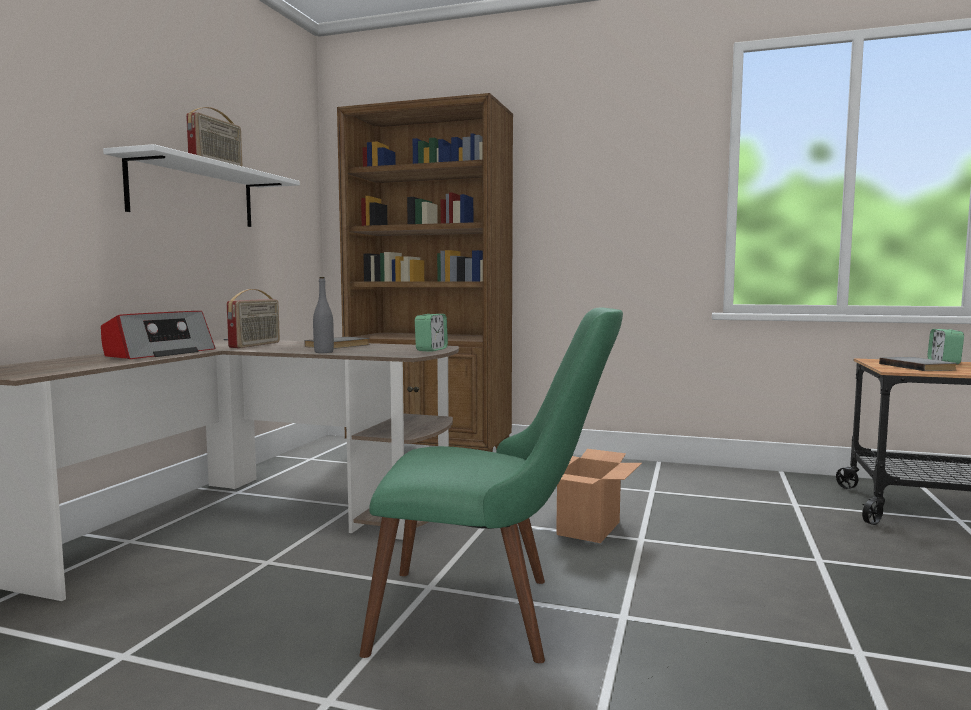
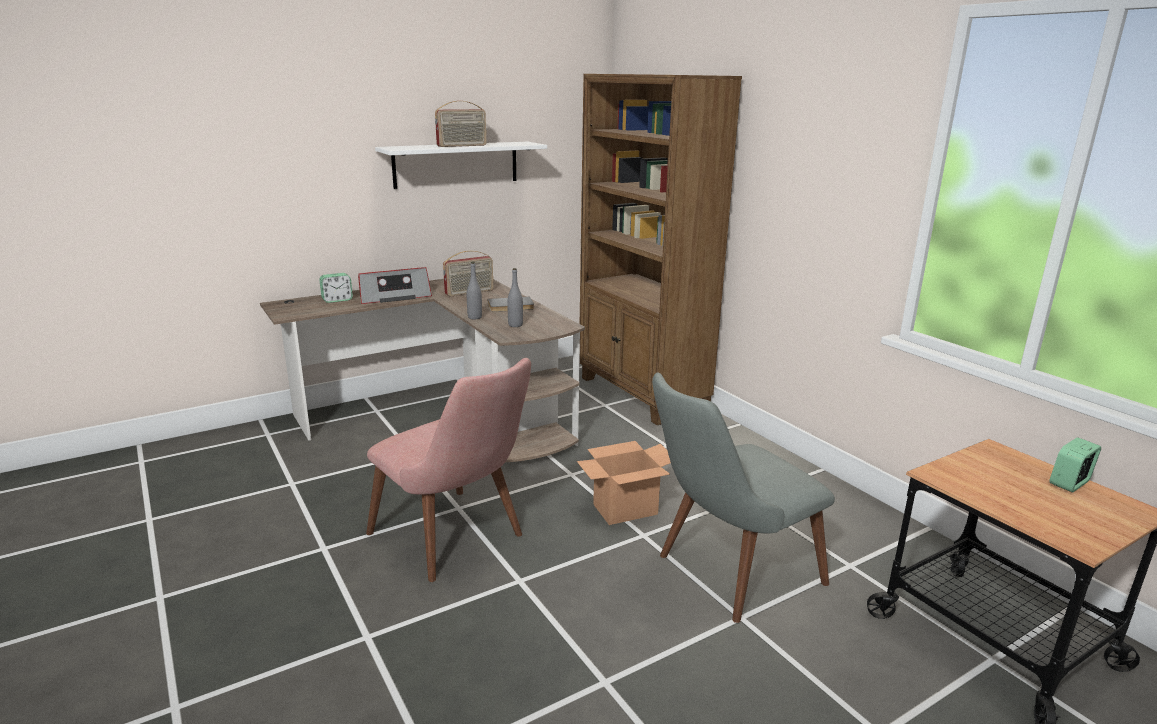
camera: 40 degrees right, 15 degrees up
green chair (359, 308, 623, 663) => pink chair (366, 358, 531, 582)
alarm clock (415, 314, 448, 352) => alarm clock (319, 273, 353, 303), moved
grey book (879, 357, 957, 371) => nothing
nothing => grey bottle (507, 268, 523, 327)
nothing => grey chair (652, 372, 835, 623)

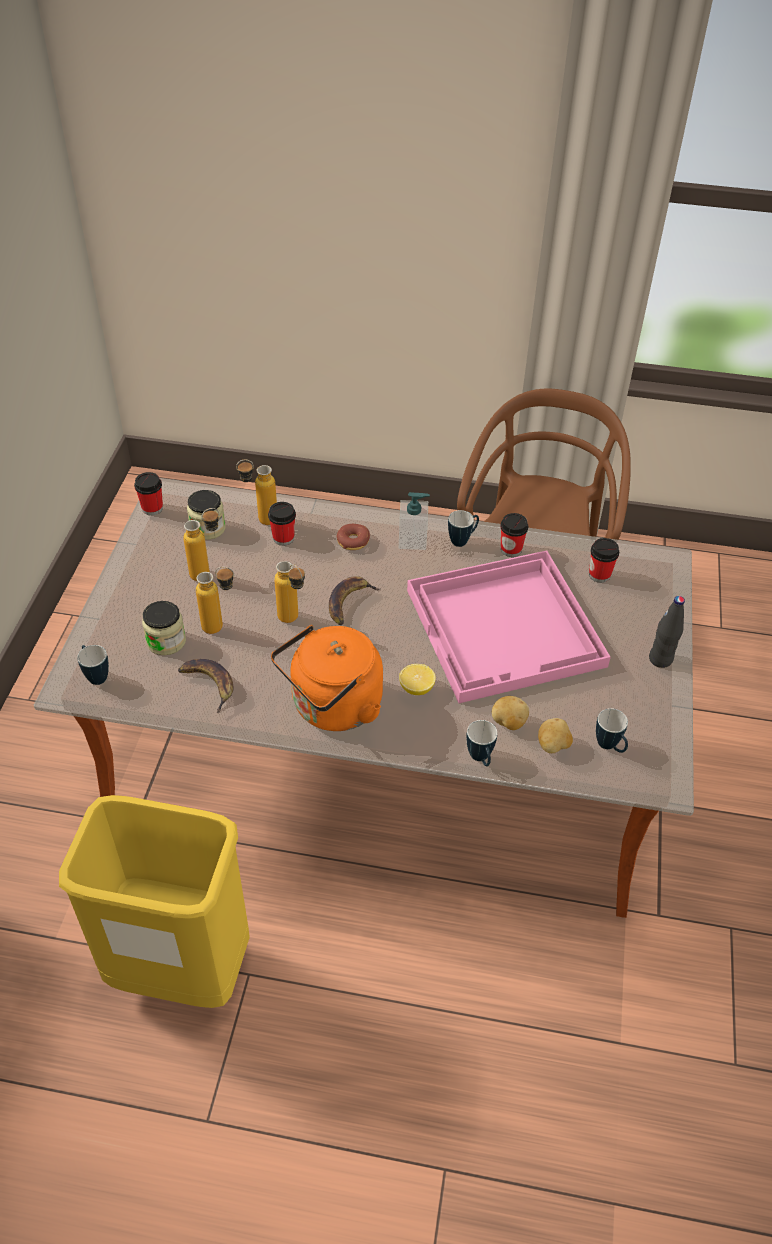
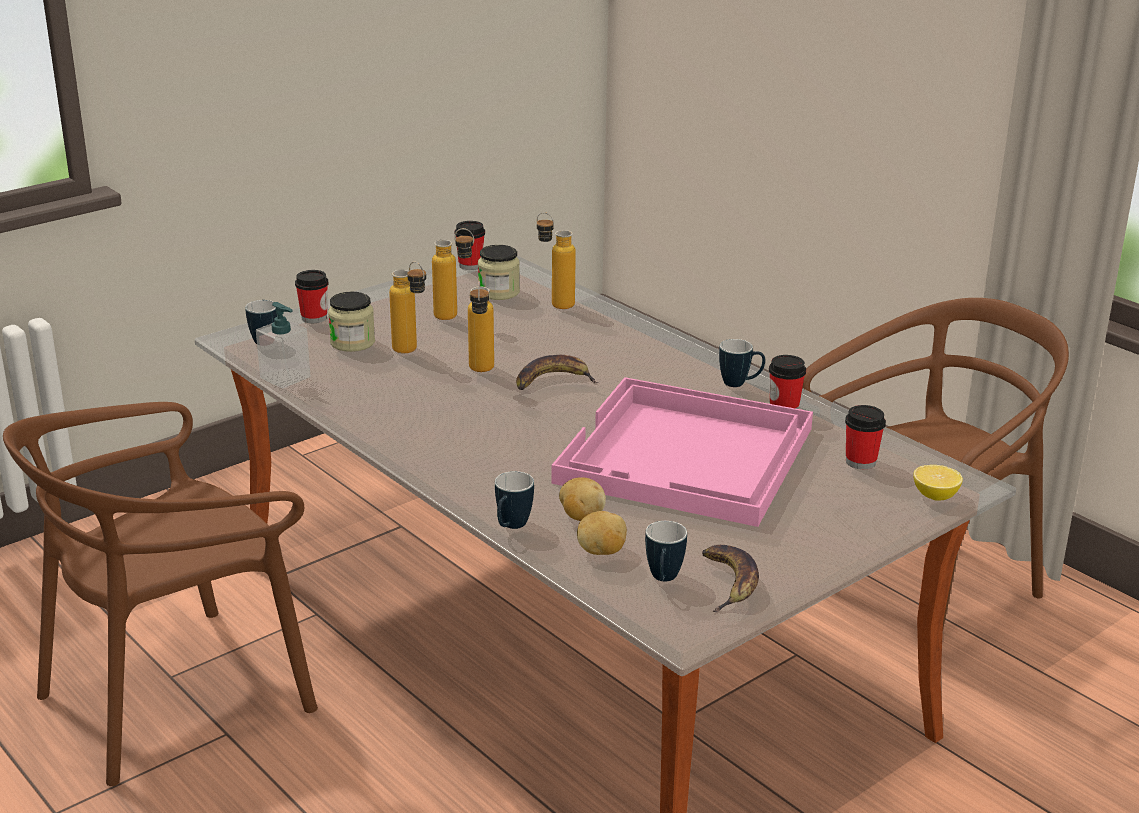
camera: 40 degrees right, 20 degrees down
soap dispenser (399, 492, 430, 550) => soap dispenser (256, 302, 310, 389), moved
cup (268, 502, 296, 546) => cup (295, 270, 329, 323), moved
donut (336, 524, 370, 550) => nothing
black bottle (649, 596, 685, 668) => nothing
orange kettle (271, 625, 383, 731) => nothing
banana (178, 659, 233, 713) => banana (702, 545, 759, 612), moved
lemon (399, 664, 436, 695) => lemon (913, 465, 963, 501), moved
yellow trash can (59, 795, 250, 1008) => brown chair (3, 402, 318, 786)

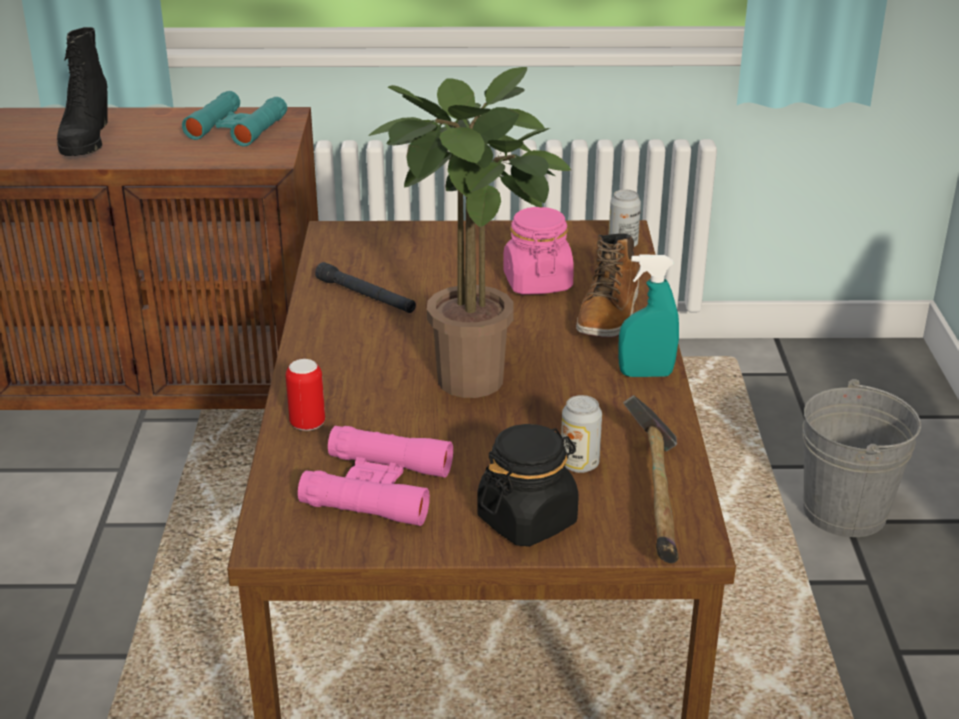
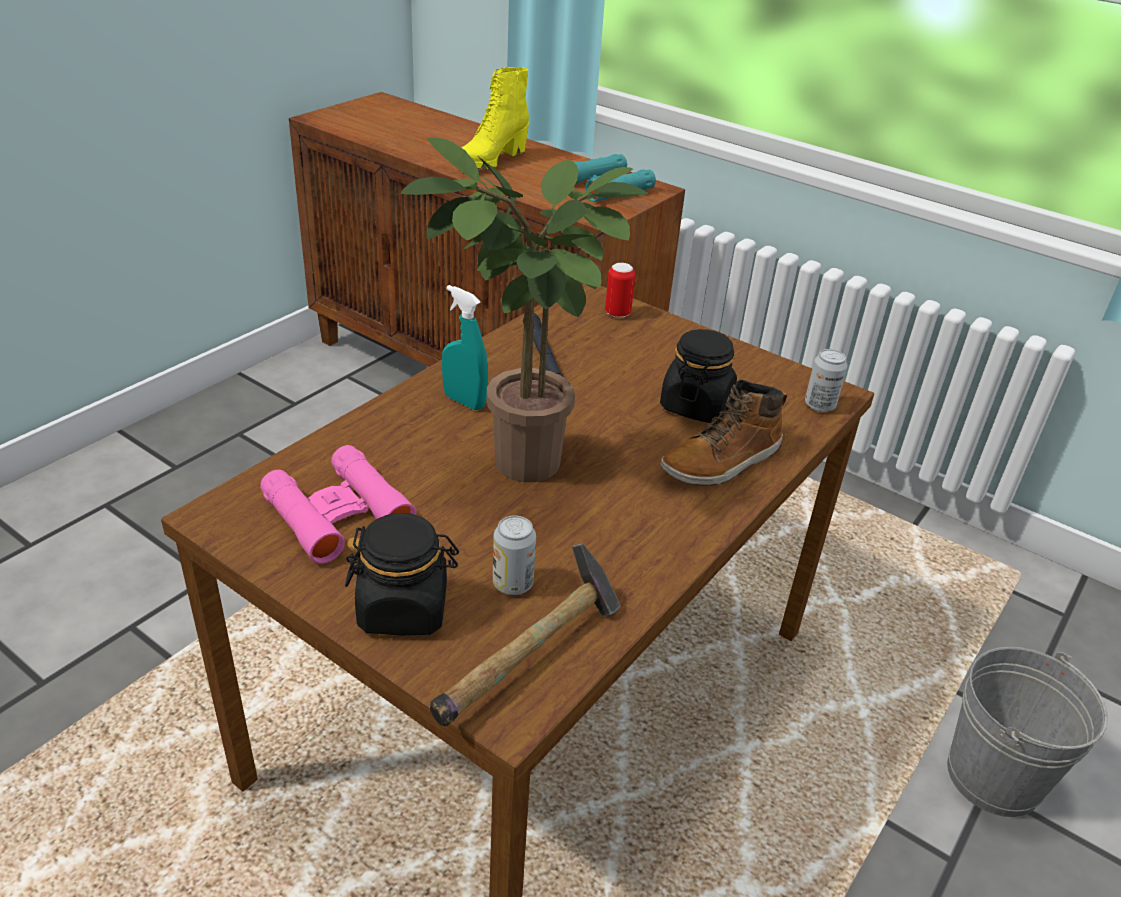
camera: 35 degrees right, 5 degrees up
black boot (57, 27, 108, 156) => yellow boot (462, 67, 529, 170)
pink jar (503, 207, 574, 295) => black jar (660, 329, 737, 423)
turquoise spray bottle (619, 254, 679, 377) => turquoise spray bottle (442, 285, 488, 410), moved
can (286, 359, 325, 431) => can (605, 263, 635, 318), moved

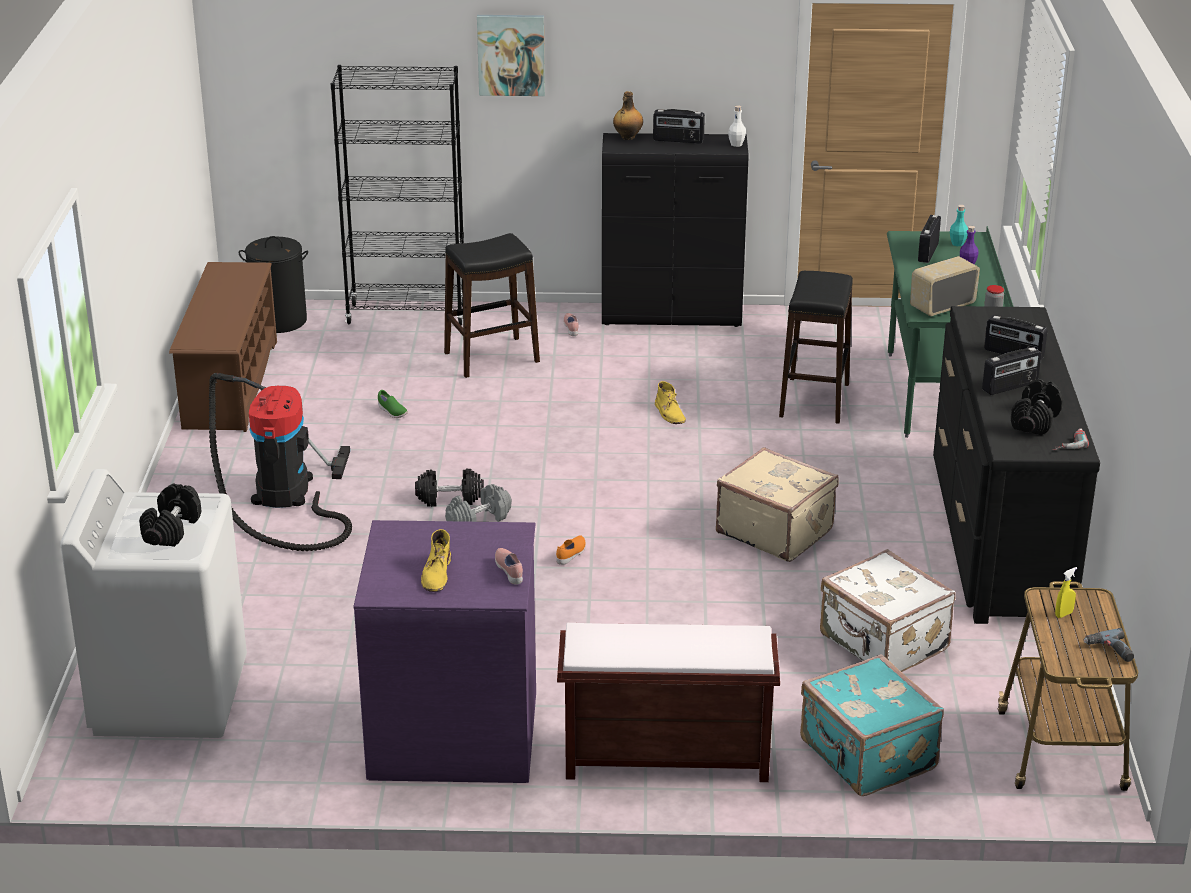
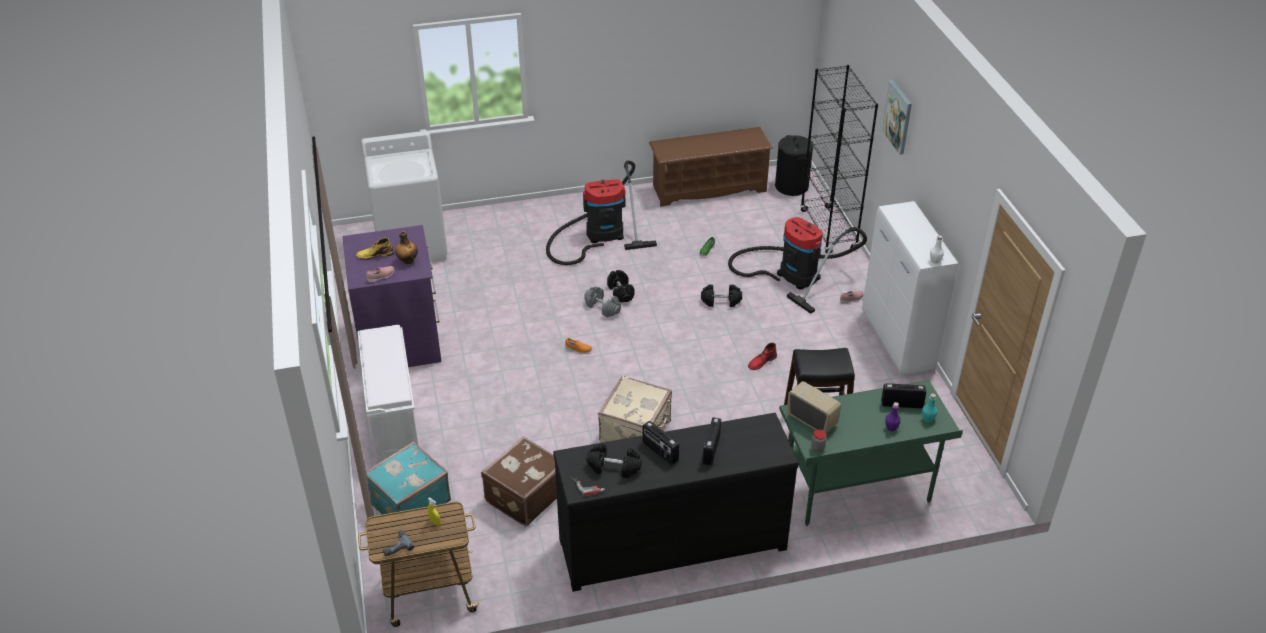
camera: 75 degrees right, 10 degrees up
bottle (613, 91, 643, 140) => bottle (395, 231, 418, 264), moved
radio (653, 109, 705, 143) => nothing
black cabinet (602, 133, 749, 327) => white cabinet (862, 201, 958, 375)
black stool (444, 233, 540, 378) => vacuum cleaner (728, 217, 867, 314)
yellow boot (655, 381, 686, 424) => red boot (748, 343, 777, 370)
black dumbbell (139, 484, 202, 547) => black dumbbell (701, 284, 742, 307), moved
white suitcase (820, 549, 956, 672) => brown suitcase (481, 436, 557, 526)
brown bench (557, 623, 780, 782) => white bench (357, 325, 419, 463)

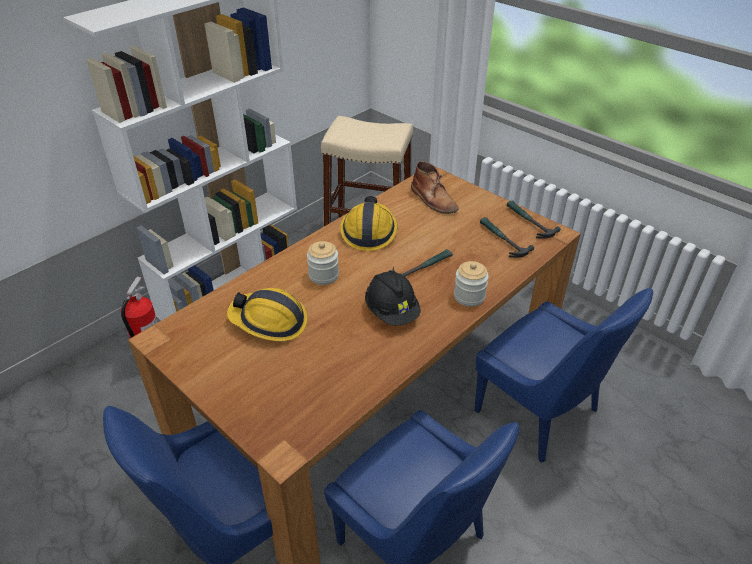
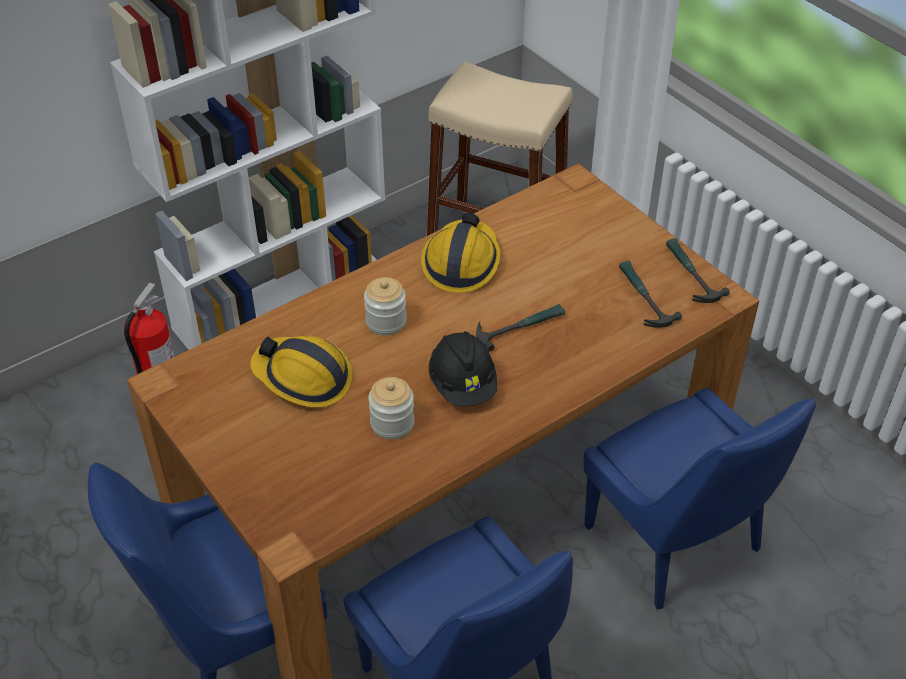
camera: 10 degrees right, 5 degrees up
brown boot (411, 161, 459, 214) => nothing
jar (454, 261, 489, 307) => jar (368, 377, 414, 440), moved

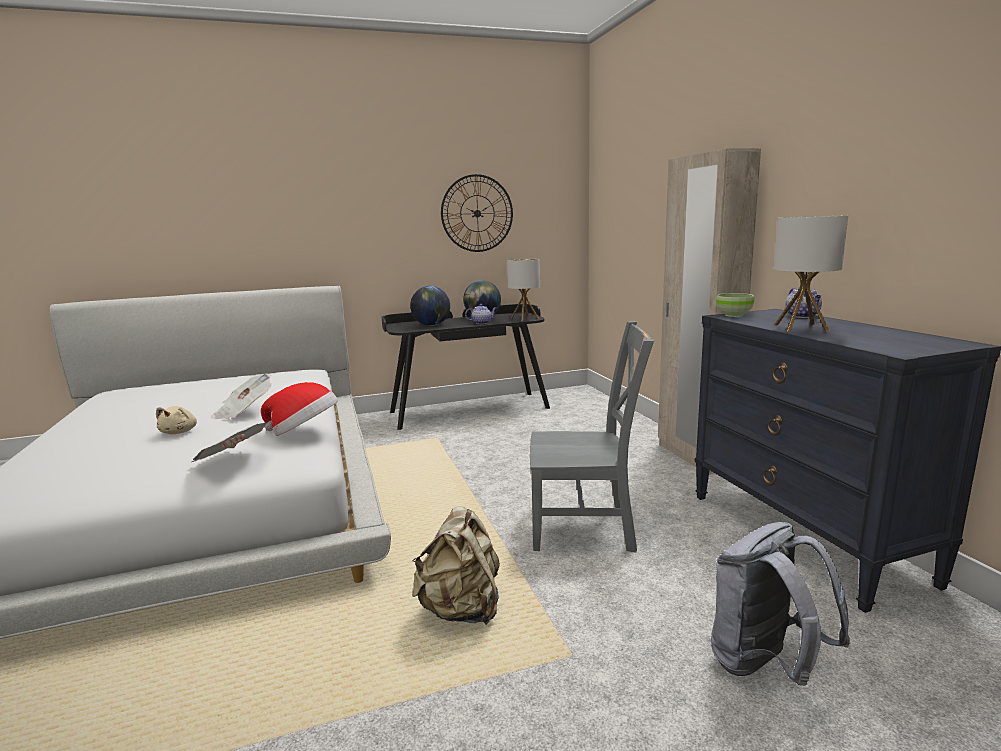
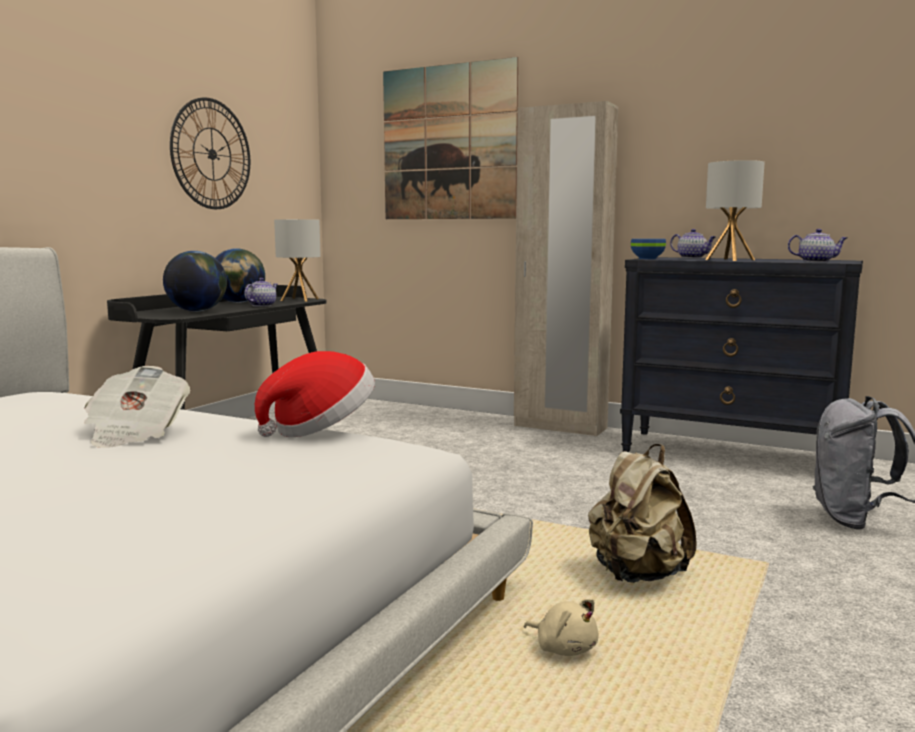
camera: 45 degrees left, 5 degrees down
green bowl (716, 293, 754, 317) => blue bowl (631, 239, 666, 259)
grey chair (530, 321, 654, 552) => nothing
beige plush toy (156, 406, 197, 434) => beige plush toy (524, 599, 599, 656), moved
newspaper (192, 422, 267, 462) => nothing
nothing => picture (383, 57, 518, 219)
nothing => teapot (788, 229, 847, 262)

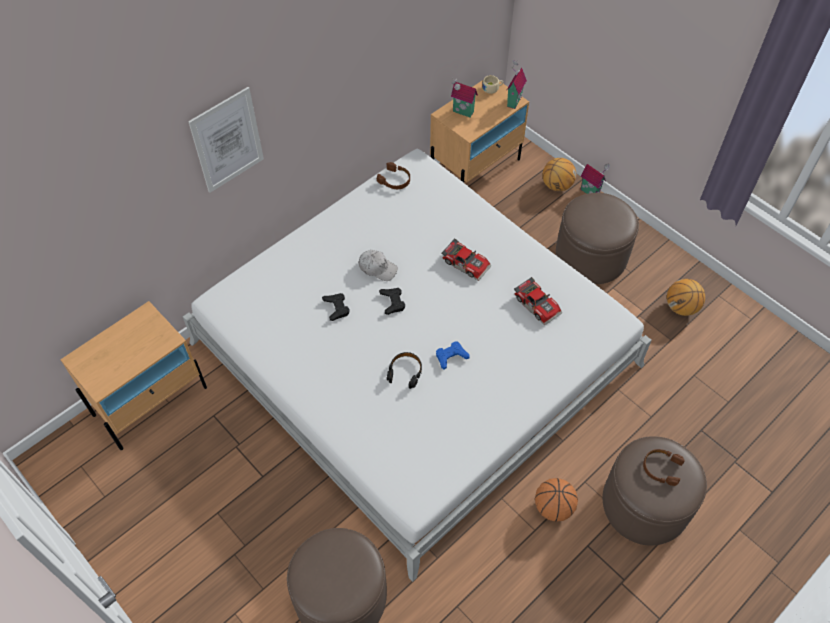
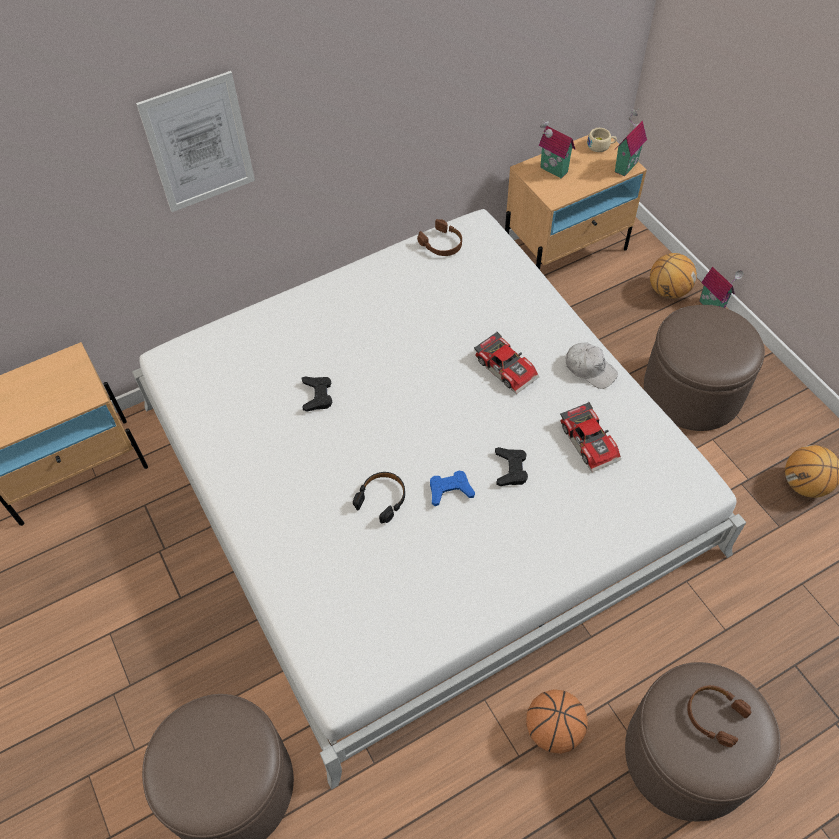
camera: 15 degrees right, 0 degrees up
white cap (359, 250, 398, 281) => white cap (566, 343, 618, 389), moved
black game controller (379, 288, 405, 315) => black game controller (495, 447, 528, 486), moved

